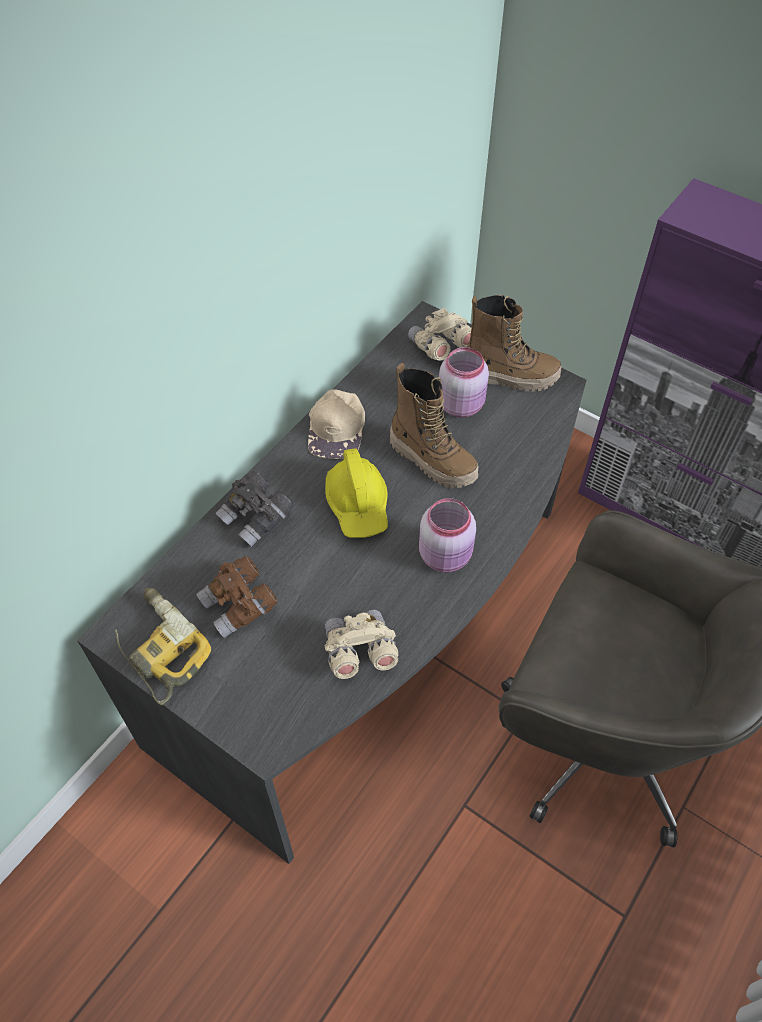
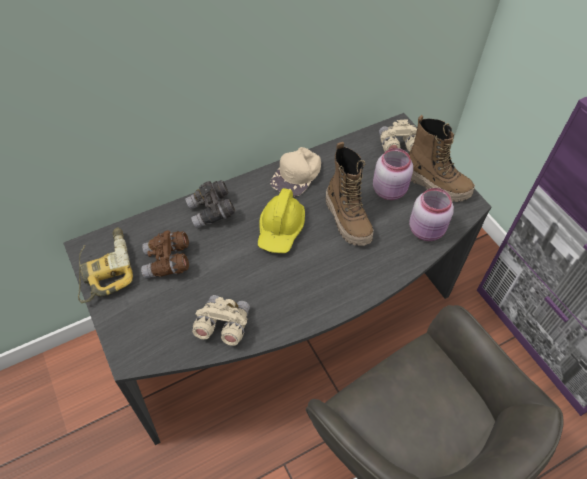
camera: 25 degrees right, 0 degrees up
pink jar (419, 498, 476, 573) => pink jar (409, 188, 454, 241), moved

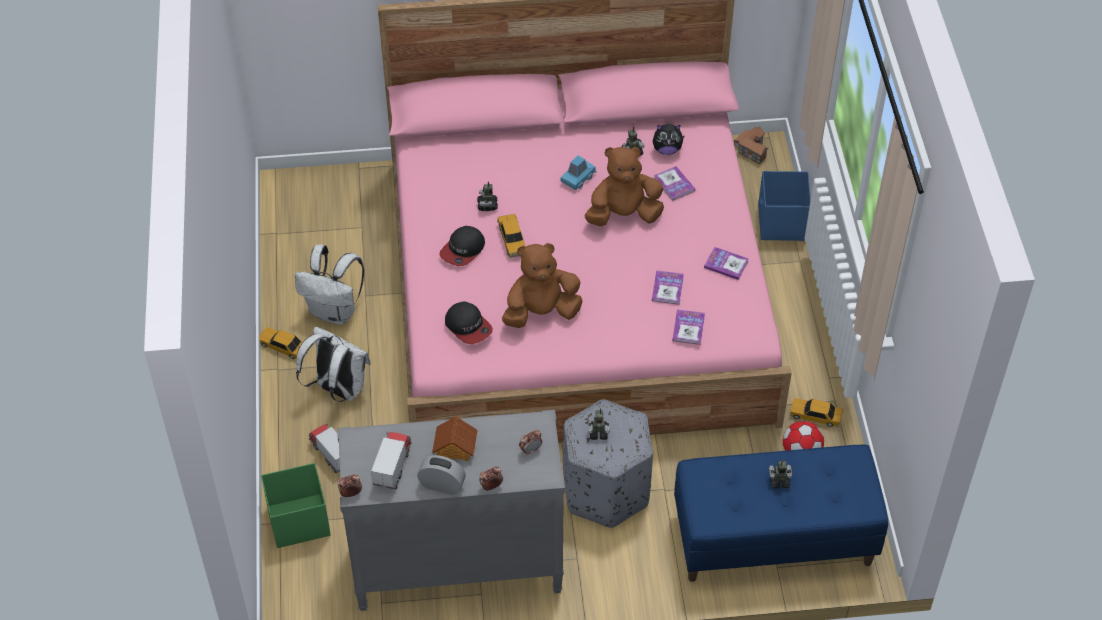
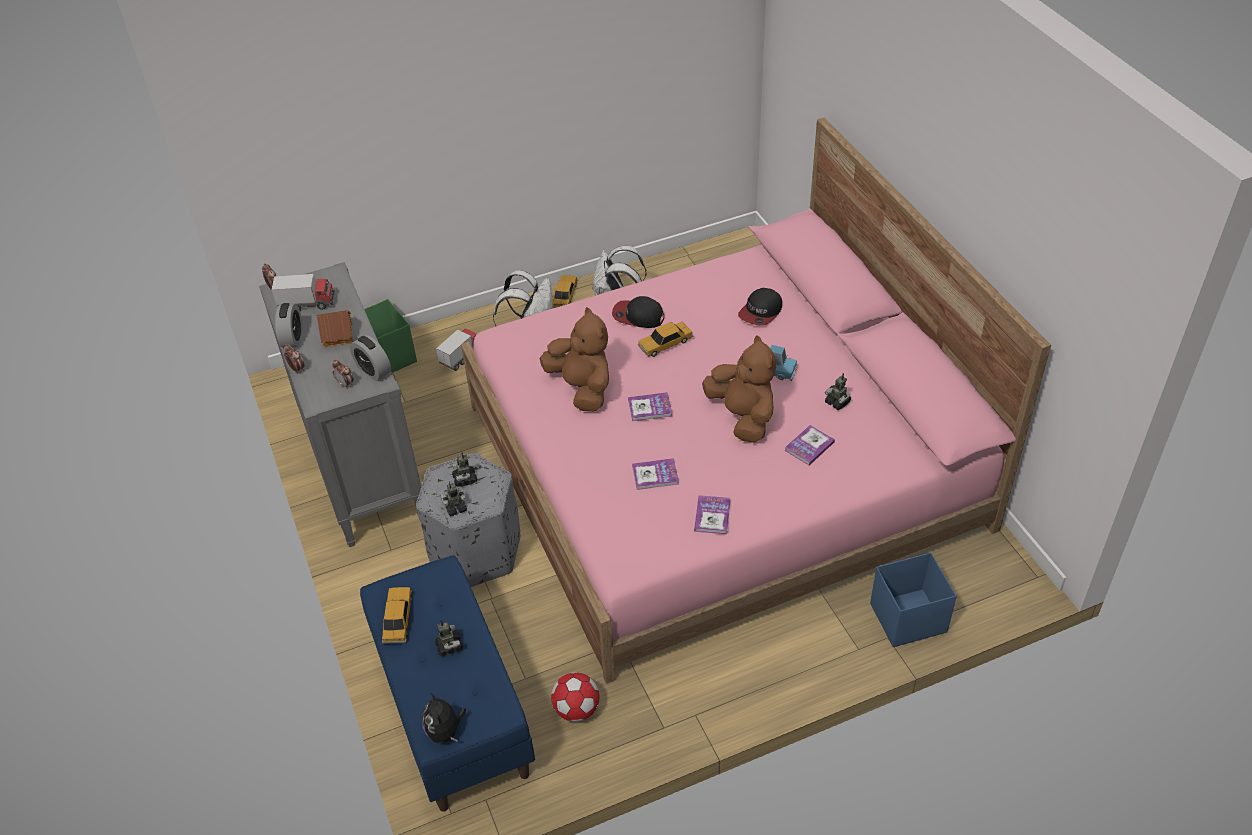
camera: 75 degrees right, 5 degrees down
plush toy (653, 124, 685, 155) => plush toy (422, 692, 466, 743), moved
toy house (734, 126, 768, 165) => nothing
toy robot (477, 182, 498, 211) => toy robot (441, 481, 467, 516), moved
cap (445, 301, 493, 344) => cap (738, 288, 782, 326), moved
book (672, 310, 705, 345) => book (628, 392, 672, 421), moved
toy car (790, 398, 843, 427) => toy car (382, 587, 412, 644), moved
nothing => alarm clock (350, 335, 391, 381)

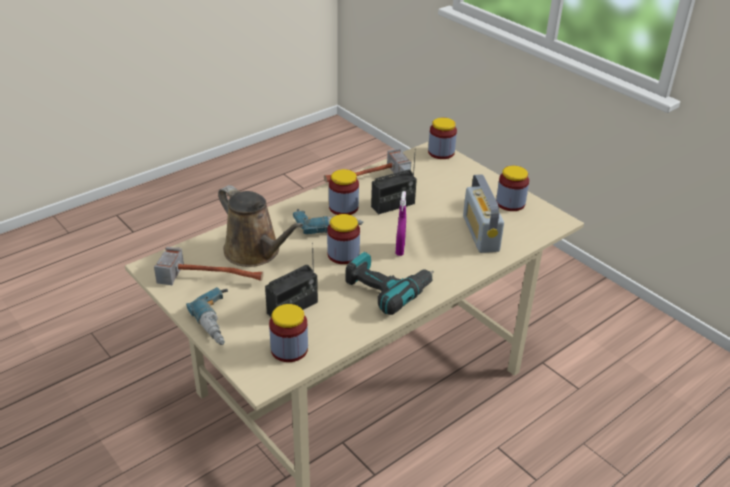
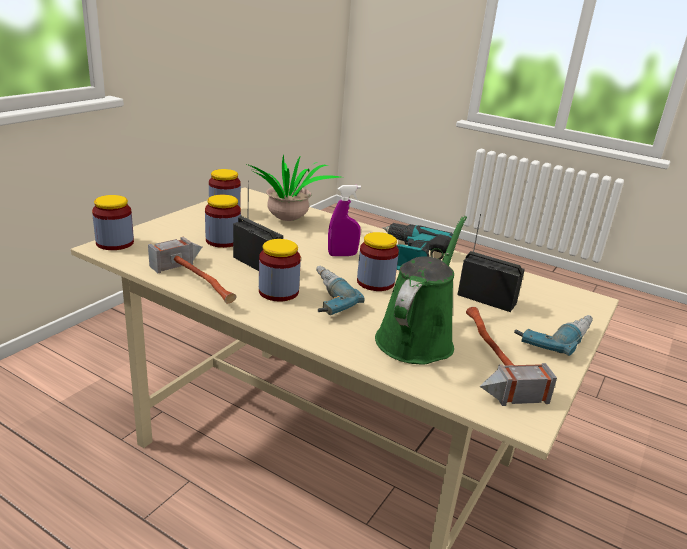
camera: 110 degrees left, 10 degrees down
radio (463, 174, 504, 253) => potted plant (247, 155, 340, 221)
brown watering can (218, 185, 303, 267) => green watering can (375, 216, 467, 365)
jar (269, 304, 308, 362) => jar (205, 195, 241, 248), moved

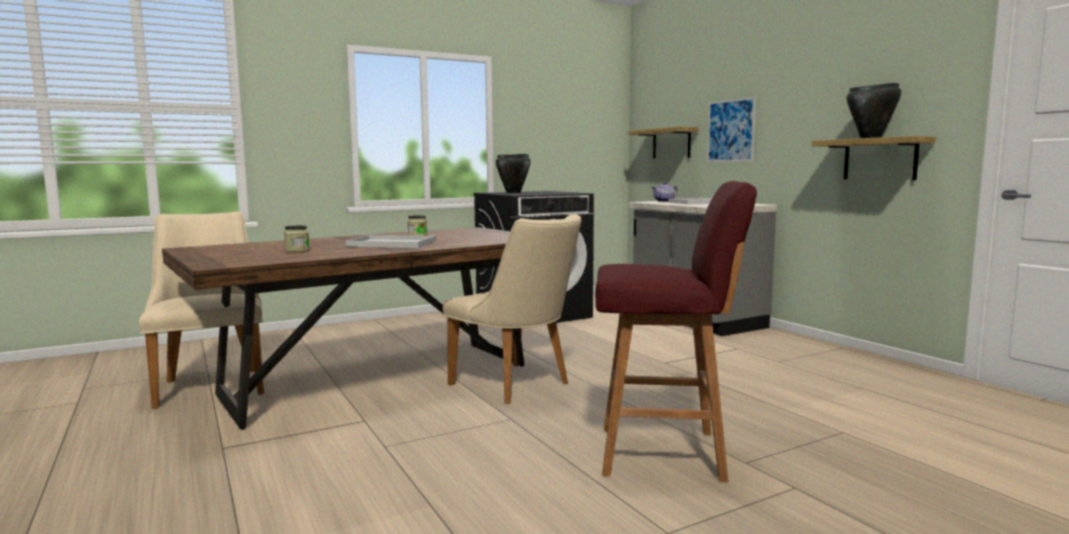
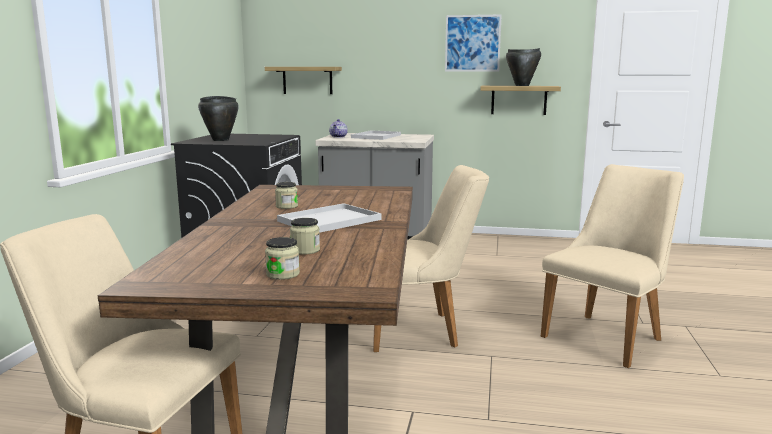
camera: 50 degrees left, 5 degrees up
picture (707, 97, 756, 162) => picture (445, 14, 502, 71), moved
red stool (595, 181, 757, 482) => beige chair (541, 164, 684, 368)
nothing => jar (265, 237, 300, 280)

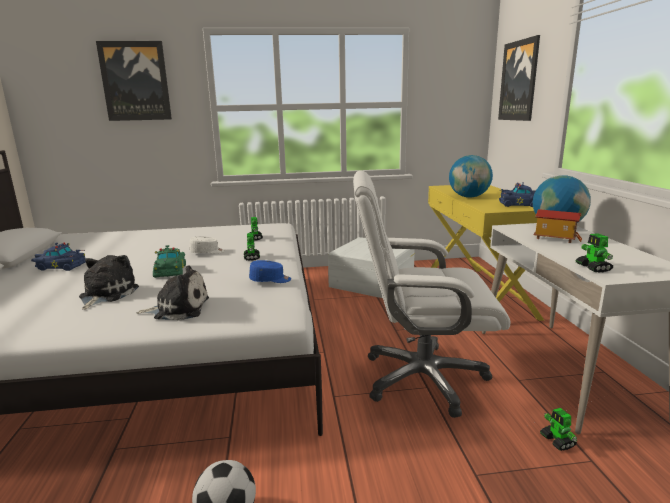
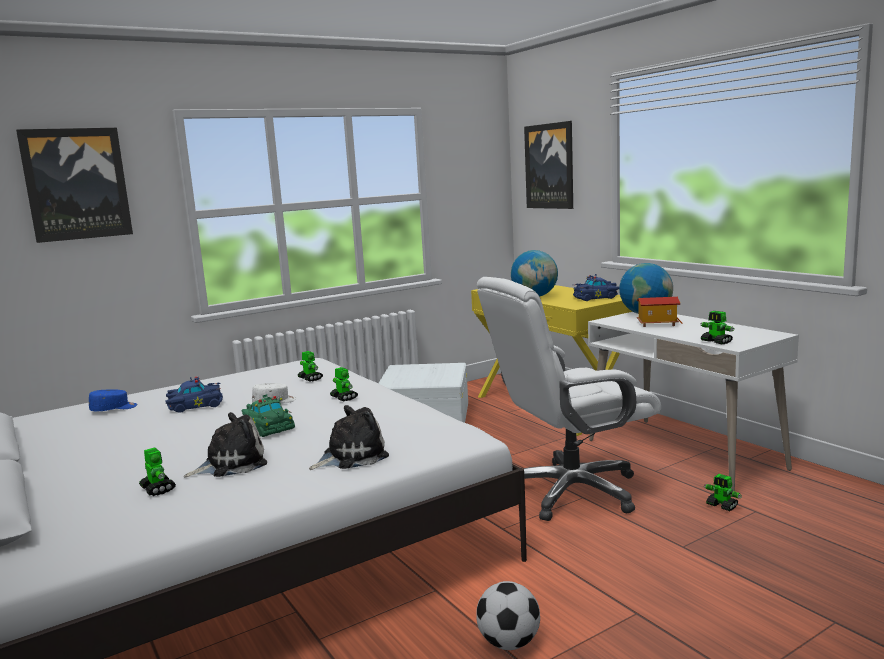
camera: 25 degrees left, 5 degrees down
blue toy car (31, 243, 86, 271) => blue toy car (165, 376, 223, 413), moved
plush toy (79, 255, 139, 310) => plush toy (184, 412, 267, 478), 75 degrees clockwise
blue cap (249, 260, 291, 283) => blue cap (89, 389, 137, 411), moved
nothing => toy robot (139, 447, 176, 496)

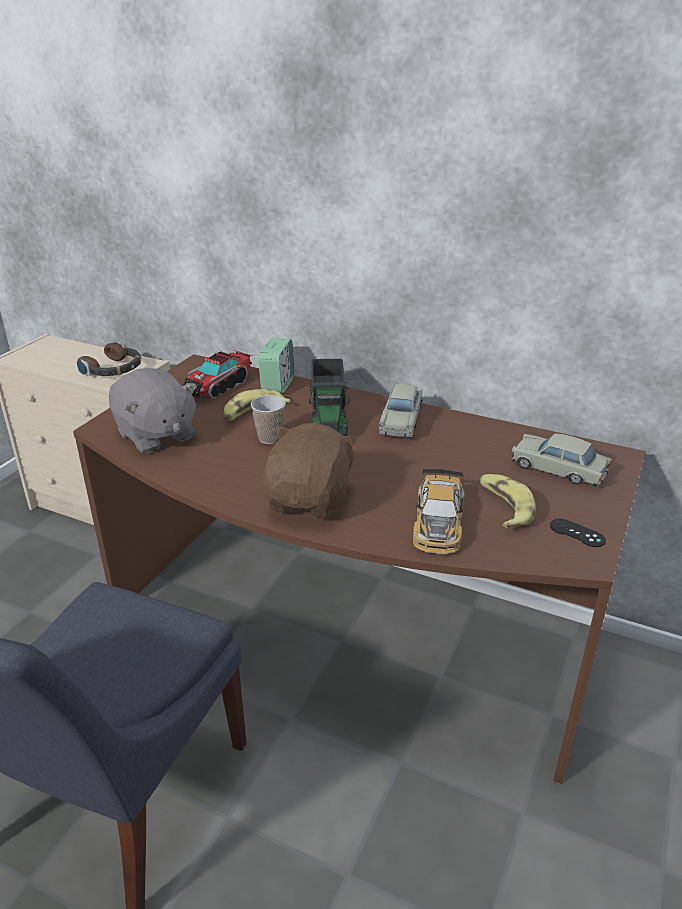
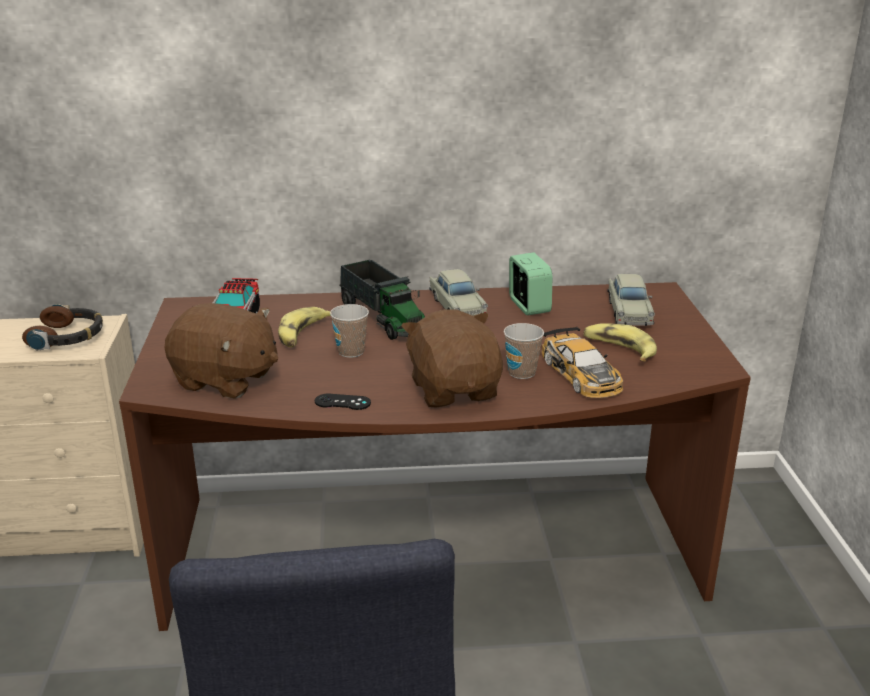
camera: 30 degrees left, 5 degrees down
alarm clock (258, 338, 295, 393) => alarm clock (509, 252, 553, 315), moved
grey plush toy (109, 368, 197, 454) => brown plush toy (165, 303, 278, 399)
beige toy car (512, 433, 612, 487) => beige toy car (607, 274, 655, 326), 90 degrees counterclockwise
black game controller (550, 519, 606, 547) => black game controller (315, 394, 371, 410), moved
nothing => cup (504, 323, 544, 379)

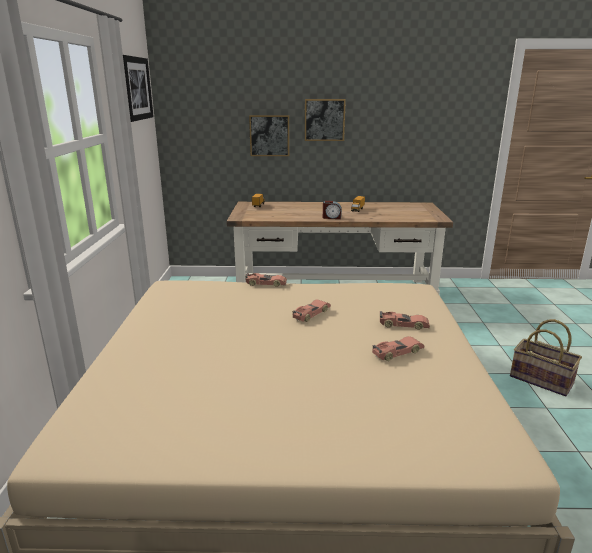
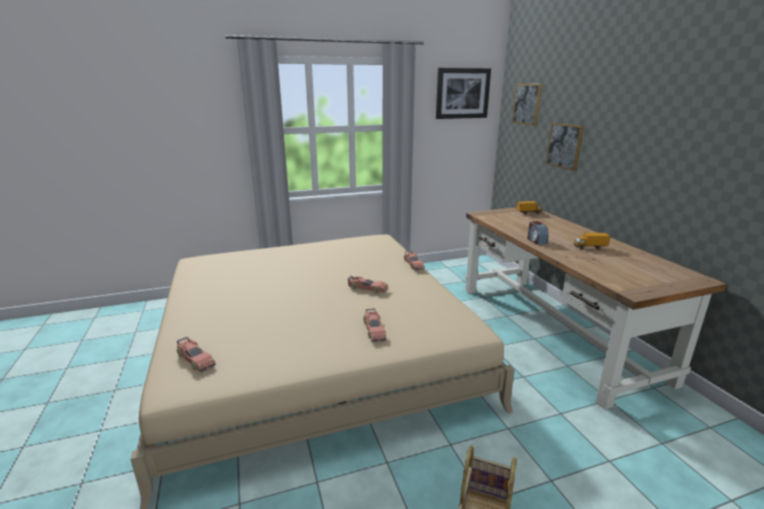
camera: 70 degrees right, 0 degrees up
picture (305, 99, 346, 141) => picture (512, 84, 542, 126), moved
toy car (372, 336, 425, 361) => toy car (177, 337, 215, 372), moved

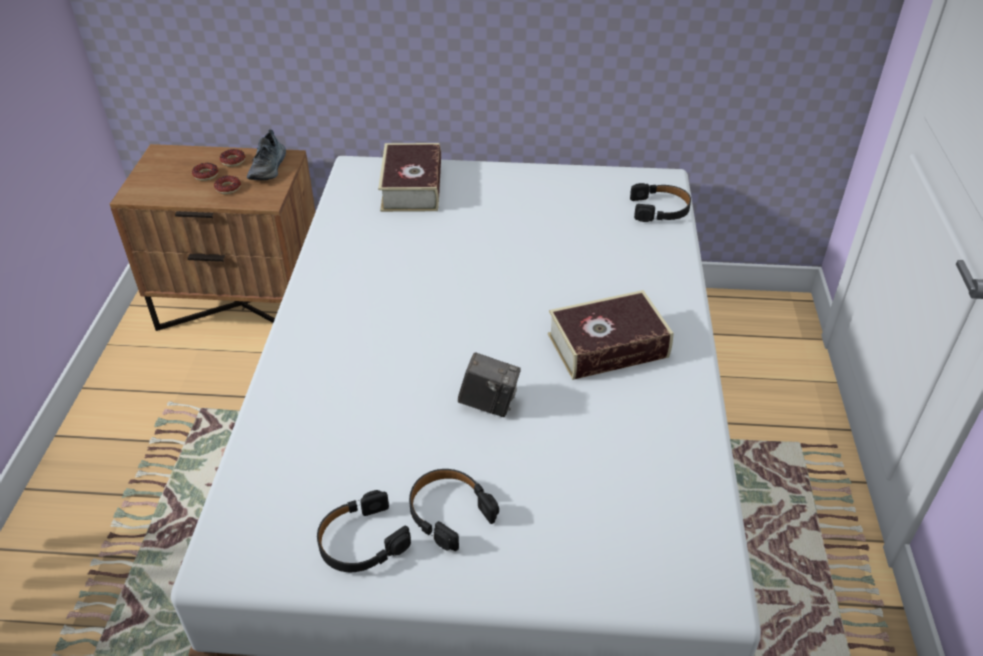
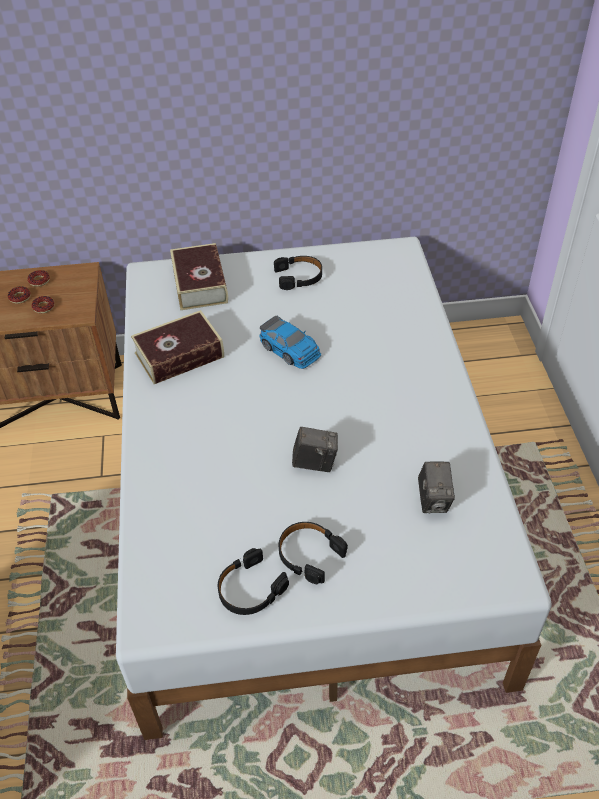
camera: 10 degrees left, 5 degrees up
shoe (247, 129, 286, 180) => nothing
black headphones (630, 183, 691, 222) => black headphones (274, 256, 322, 290), moved
book (548, 290, 674, 380) => book (131, 310, 224, 384), moved
nothing => toy car (259, 316, 321, 369)
nothing => photo camera (418, 462, 455, 514)

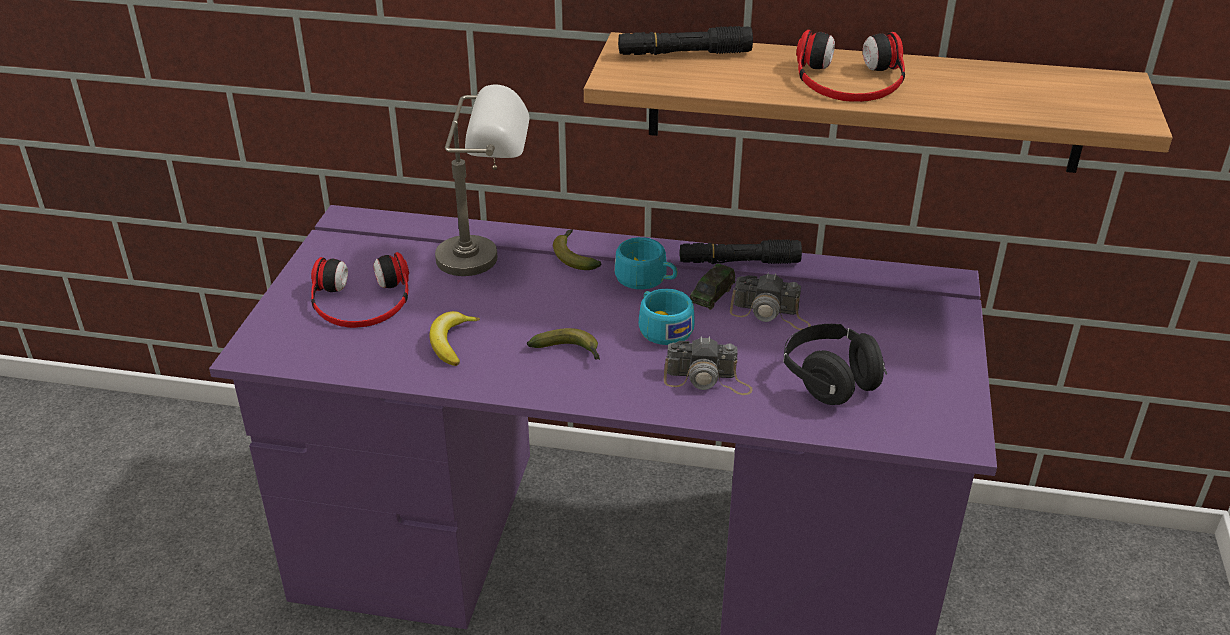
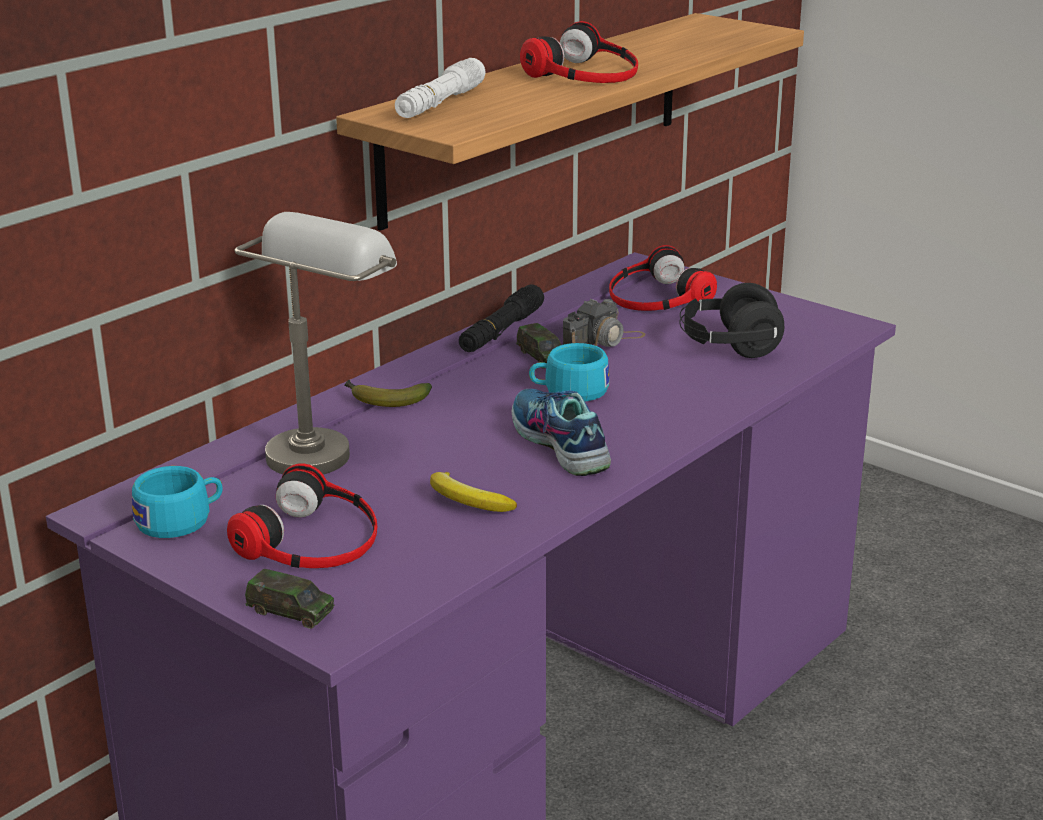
camera: 60 degrees left, 10 degrees down
black flashlight (618, 26, 753, 55) => white flashlight (395, 58, 486, 118)
turquoise cup (614, 237, 677, 289) => turquoise cup (132, 466, 222, 538), moved
banana (527, 328, 600, 360) => shoe (511, 389, 611, 476)
photo camera (664, 336, 753, 395) => nothing
nothing => headphones (609, 245, 717, 311)
nothing => toy car (245, 569, 334, 629)

